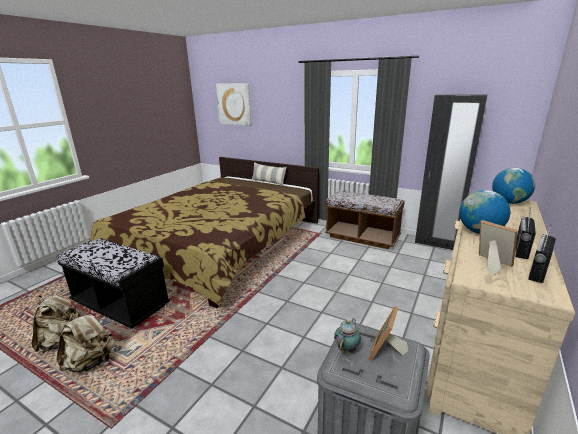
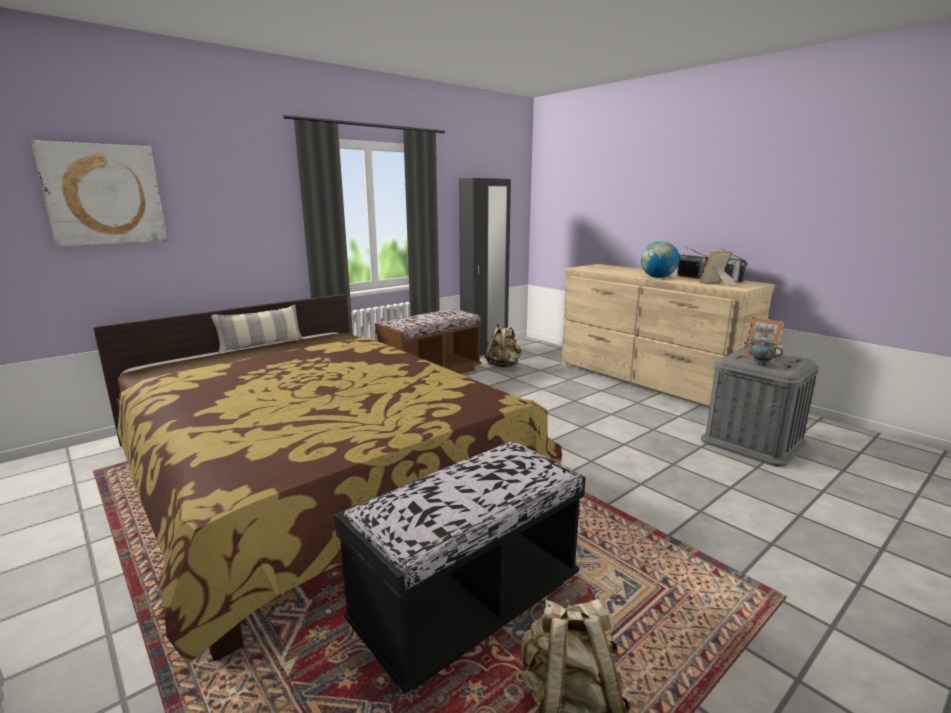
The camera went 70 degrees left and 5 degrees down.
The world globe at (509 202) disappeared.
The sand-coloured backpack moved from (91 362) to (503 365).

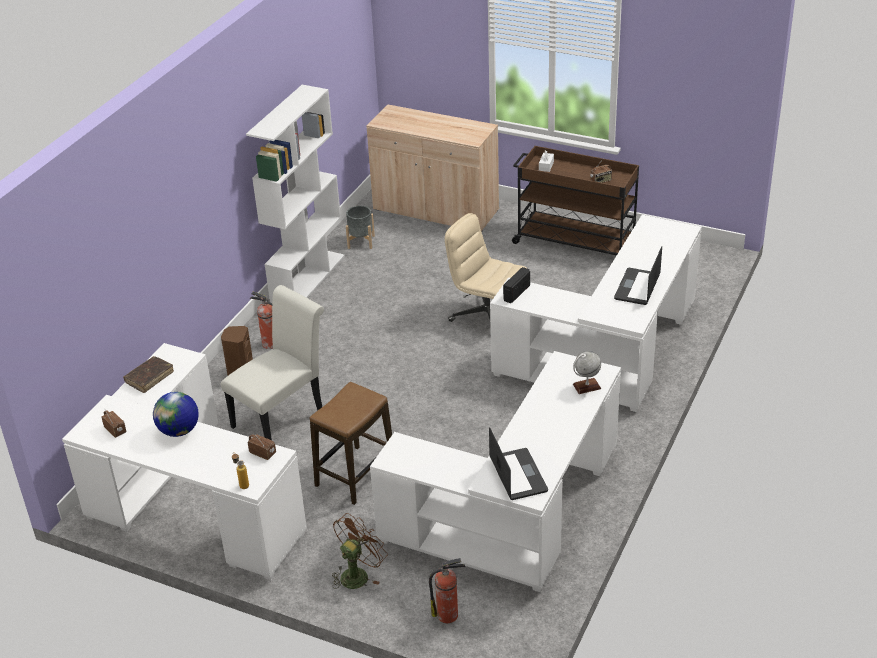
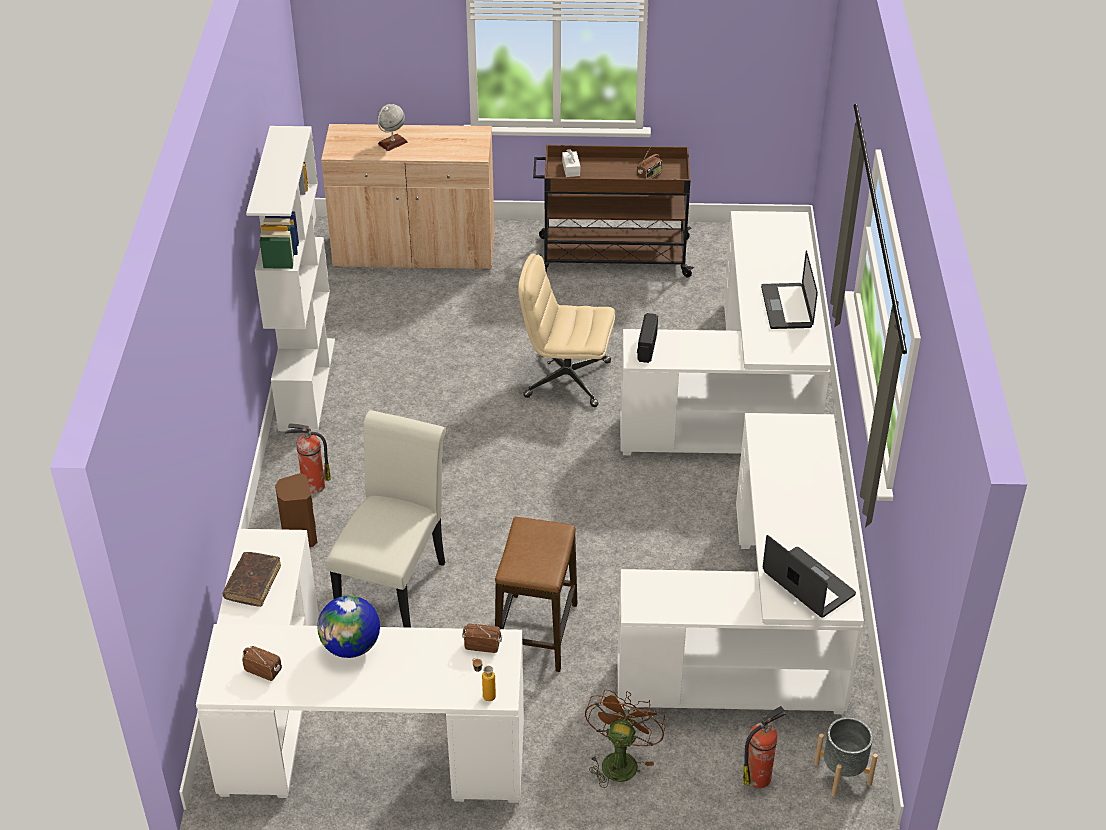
The camera went 25 degrees left and 5 degrees up.
The grey planter moved from (361 242) to (843 773).
The world globe moved from (587 386) to (392 143).

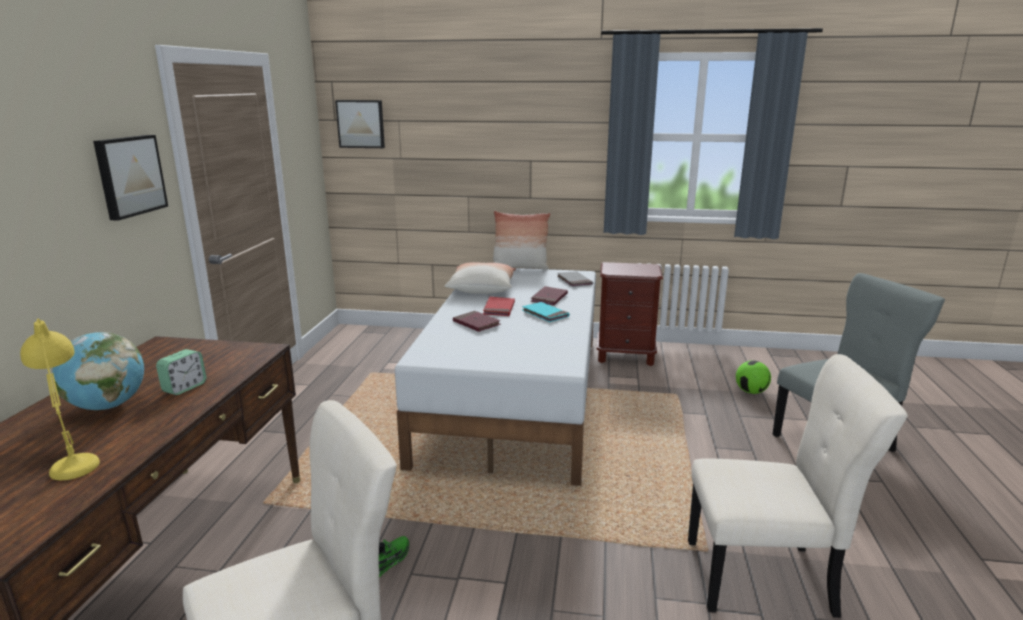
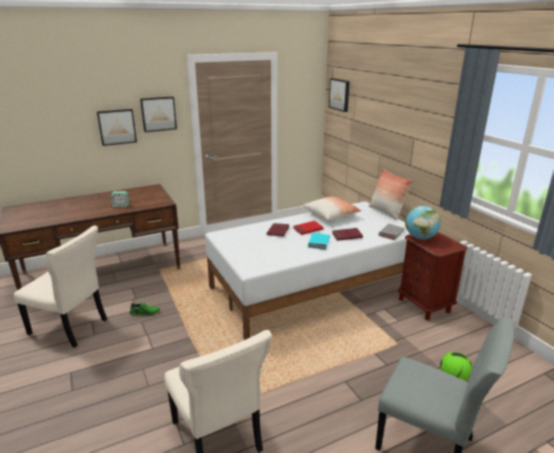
The camera went 55 degrees right and 5 degrees up.
The yellow table lamp at (75 459) disappeared.
The wall art at (117 126) appeared.
The world globe moved from (107 406) to (420 237).

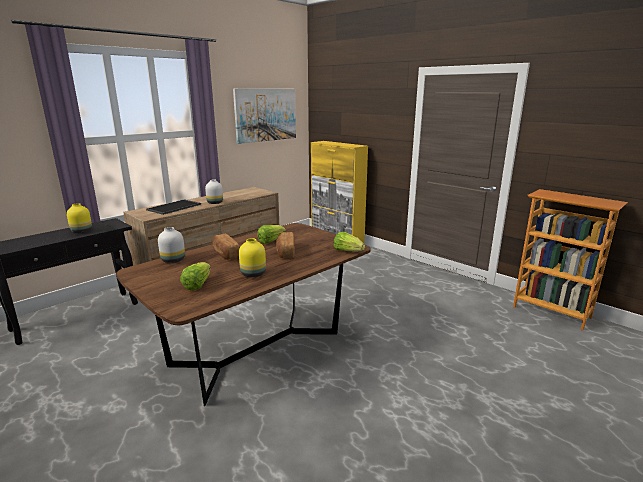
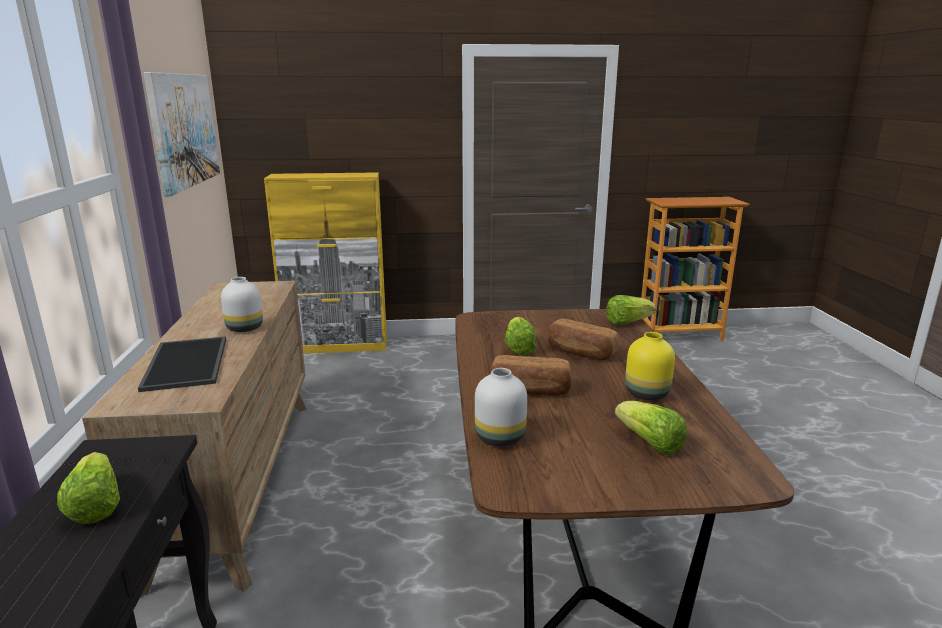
The camera went 50 degrees left and 0 degrees up.
The yellow vase at (81 231) was replaced by the lettuce at (96 506).

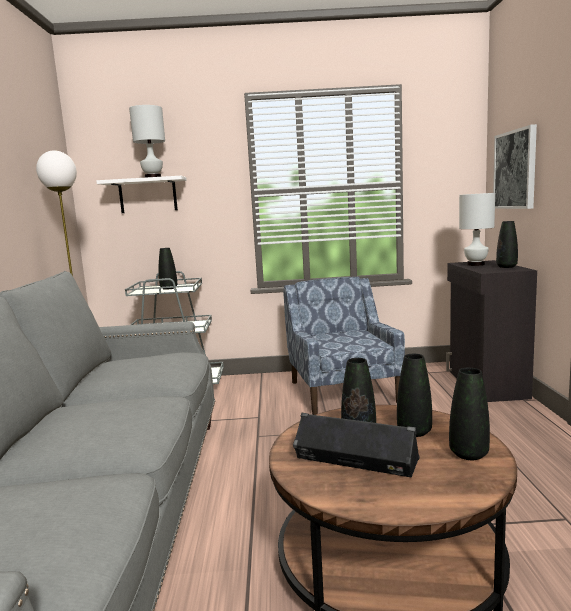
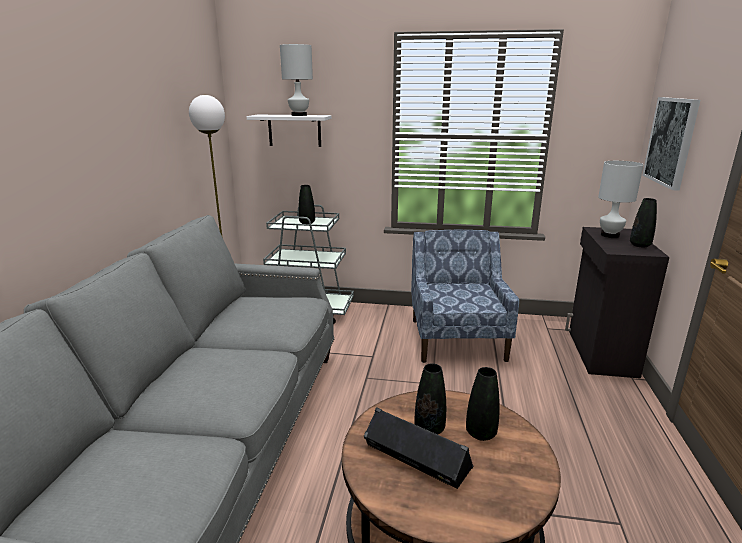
The camera went 10 degrees right and 10 degrees up.
The black vase at (468 454) disappeared.

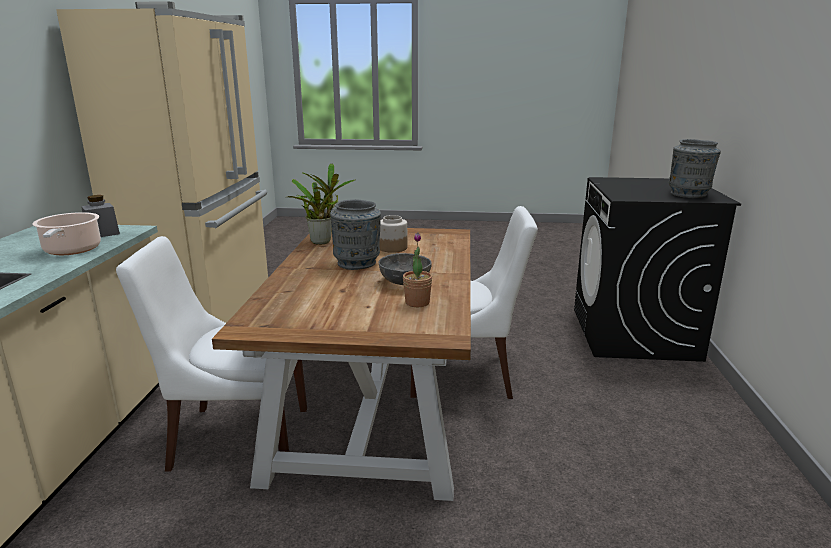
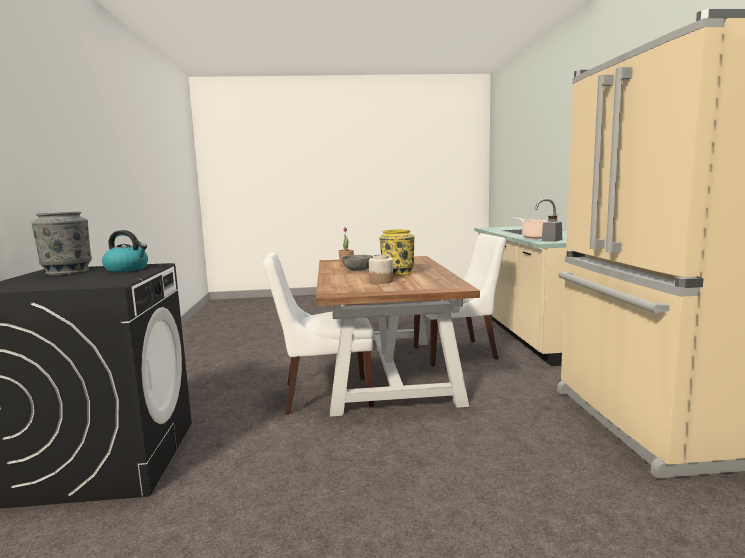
The camera went 170 degrees right and 10 degrees down.
The houseplant at (323 241) disappeared.
The kettle at (127 269) appeared.
The grey vase at (357 263) became the yellow vase at (397 273).

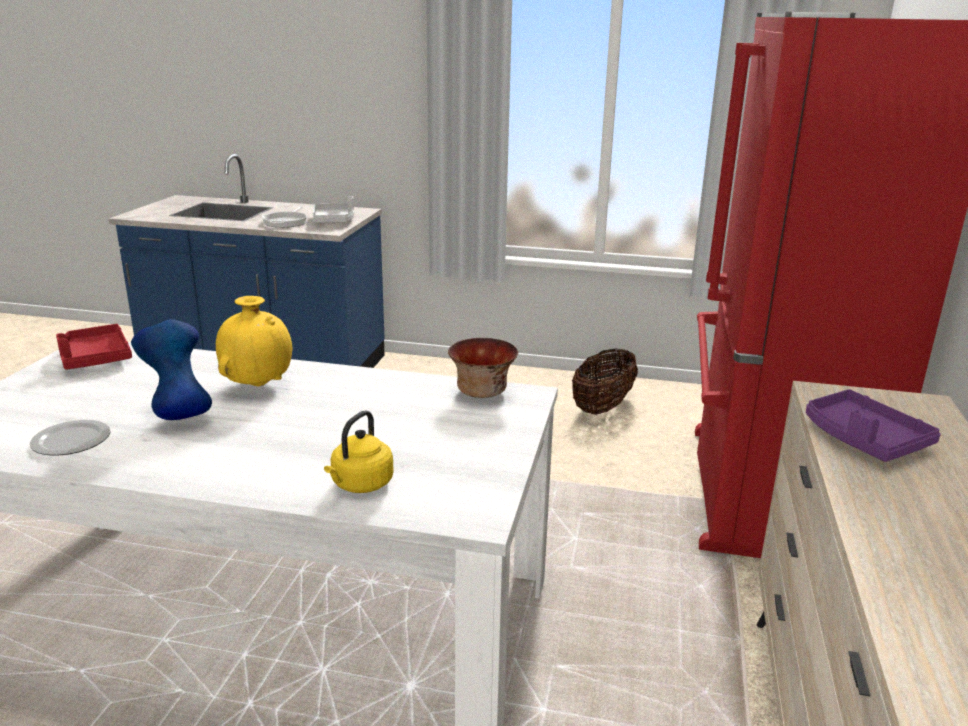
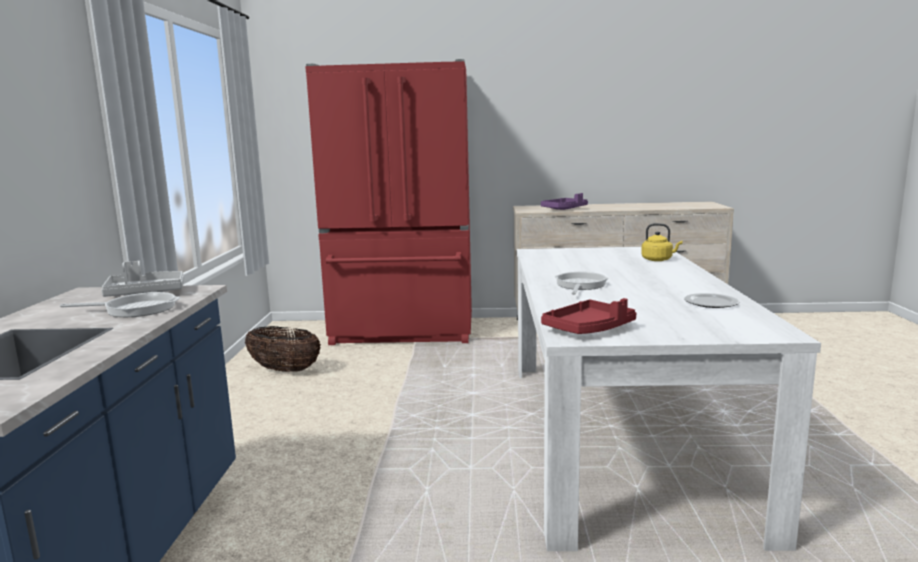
The camera went 100 degrees left and 10 degrees down.
The blue vase at (178 414) disappeared.
The serving bowl at (482 392) disappeared.
The yellow vase at (258 385) was replaced by the frying pan at (580 285).

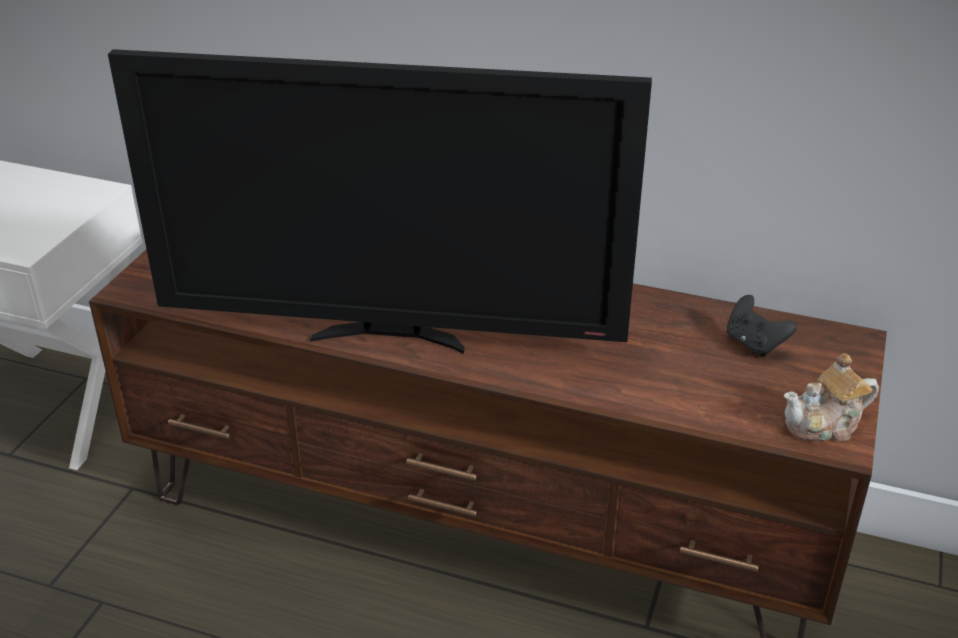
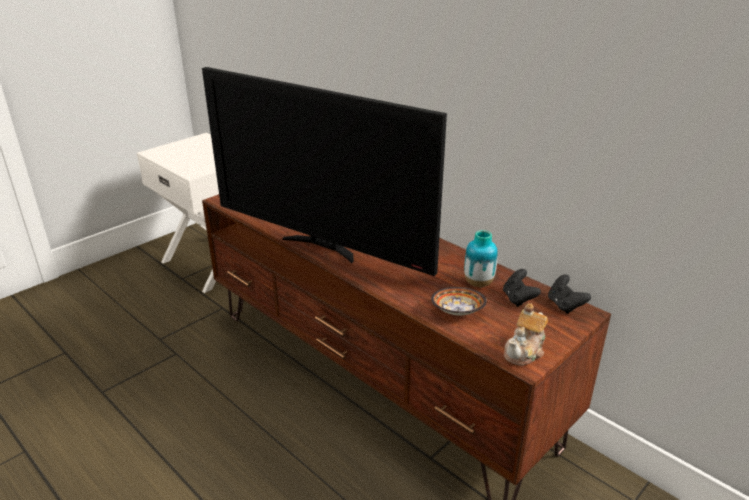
The camera went 25 degrees right and 5 degrees down.
The serving bowl at (458 312) appeared.
The vase at (478 283) appeared.
The black joypad at (564 305) appeared.
The tea pot at (825 425) turned 60 degrees counterclockwise.

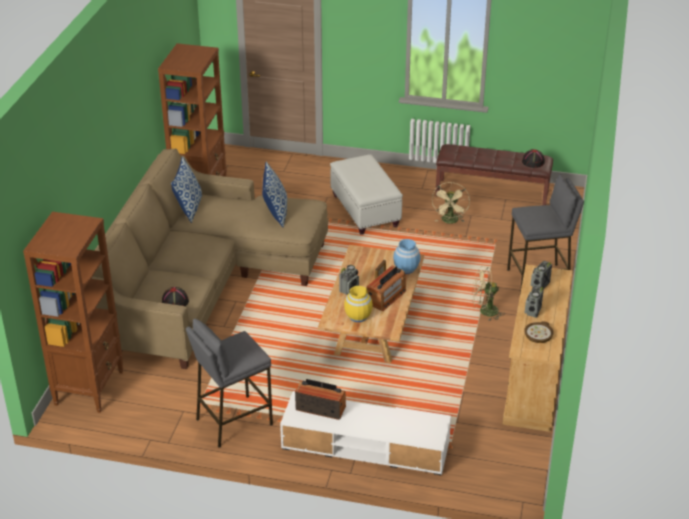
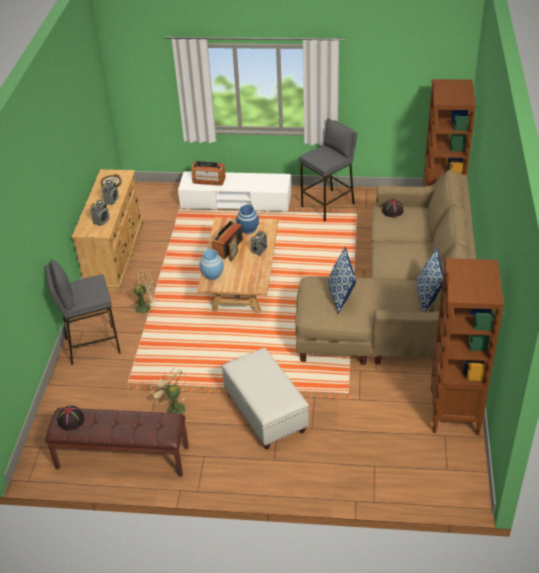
The camera went 175 degrees right and 5 degrees up.
The radio set moved from (320 408) to (208 180).
The yellow vase at (358 316) became the blue vase at (248 229).
The sand-coloured fan at (450 221) turned 45 degrees counterclockwise.

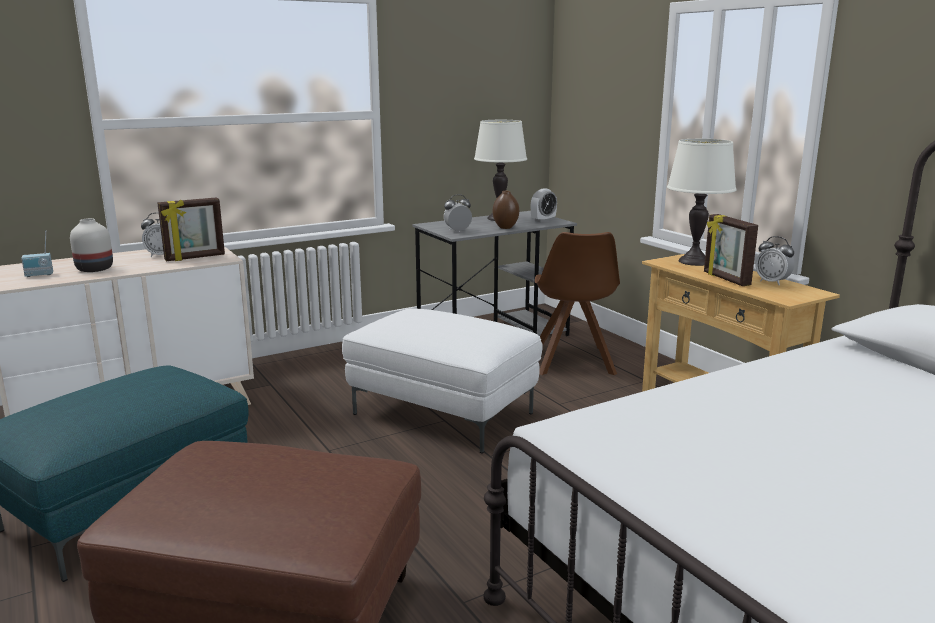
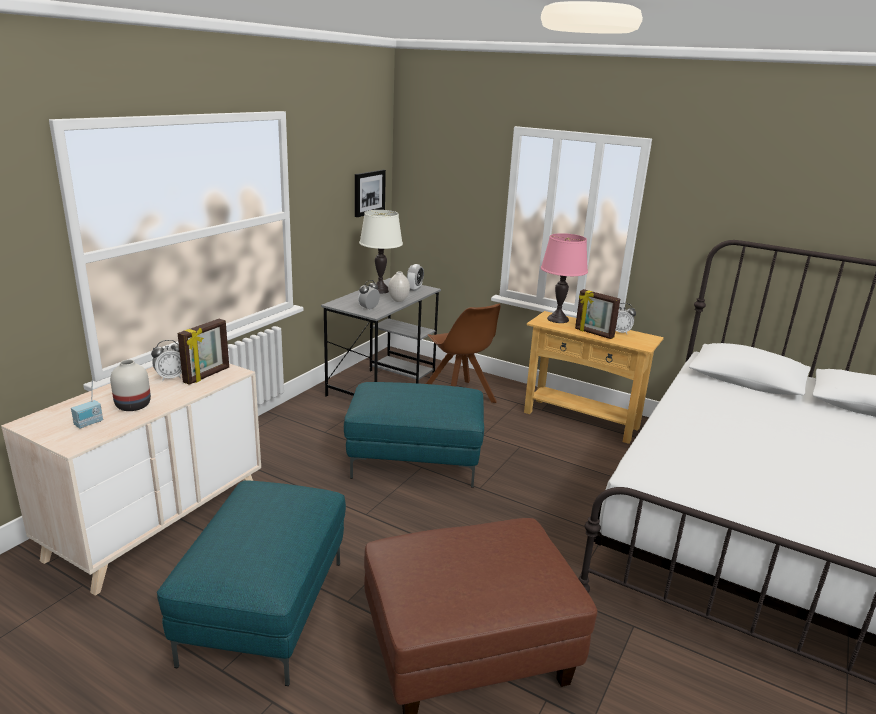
The camera went 30 degrees left and 5 degrees up.
The wall art at (369 192) appeared.
The white footrest at (441 414) became the blue-green footrest at (414 462).
The brown-coloured vase at (505 227) became the white vase at (398 300).
The white table lamp at (694 261) became the pinkish table lamp at (558 319).

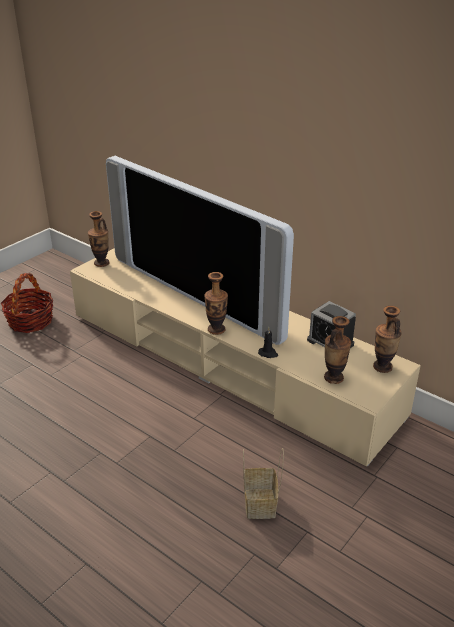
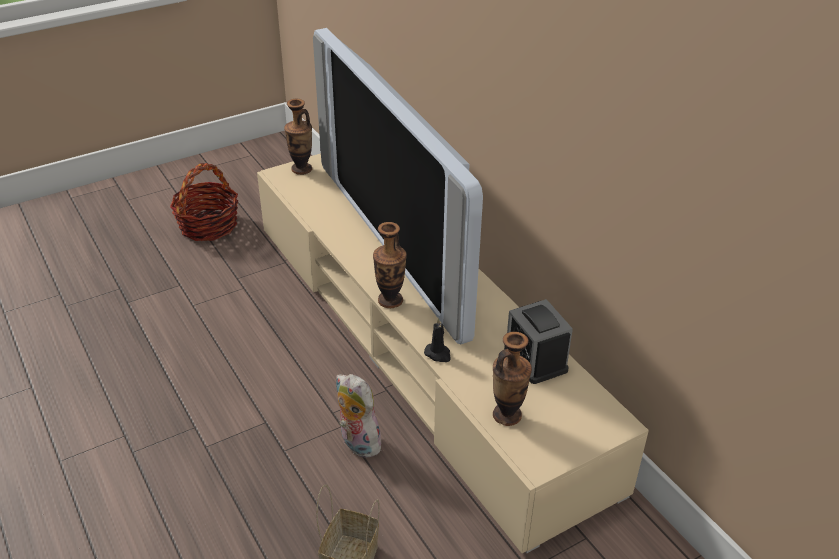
The camera went 20 degrees right and 5 degrees up.
The vase at (382 367) disappeared.
The cuddly toy at (357 443) appeared.

